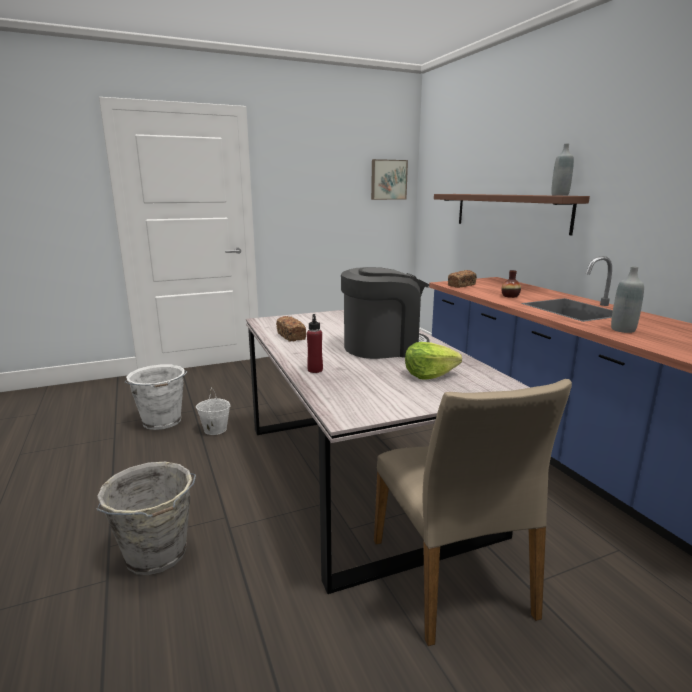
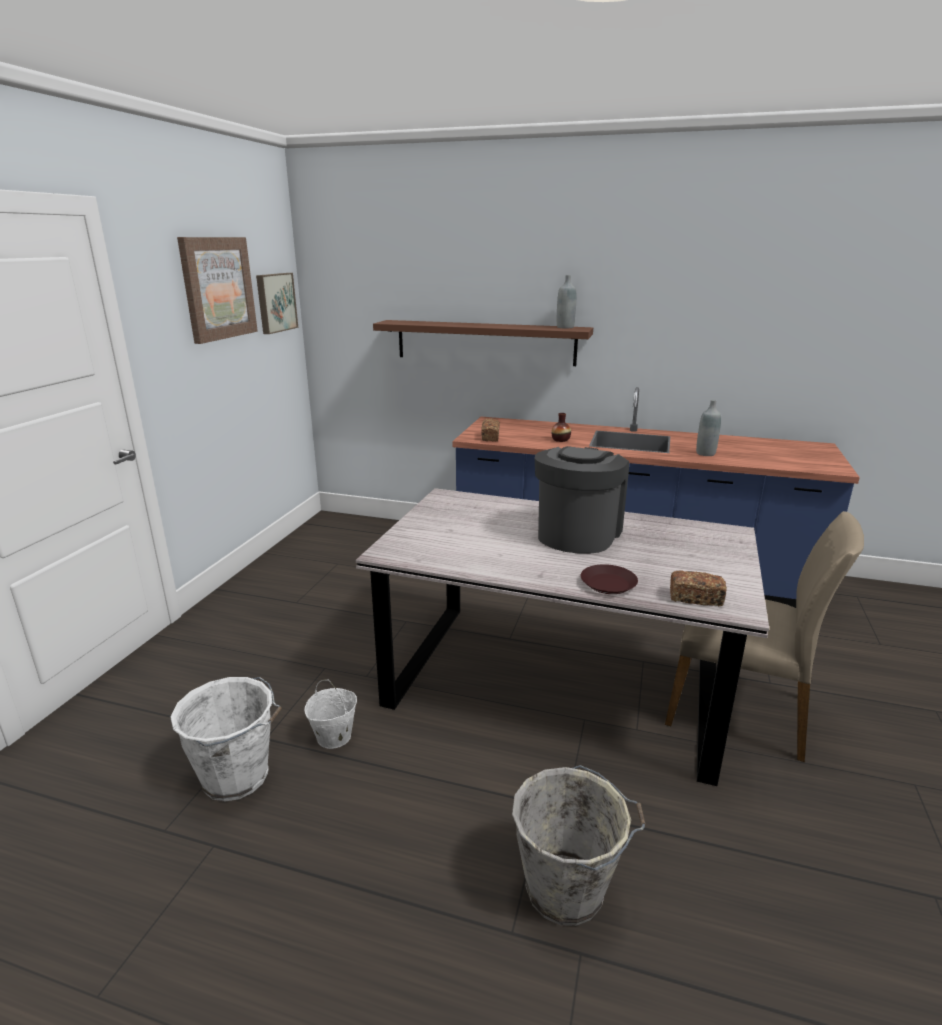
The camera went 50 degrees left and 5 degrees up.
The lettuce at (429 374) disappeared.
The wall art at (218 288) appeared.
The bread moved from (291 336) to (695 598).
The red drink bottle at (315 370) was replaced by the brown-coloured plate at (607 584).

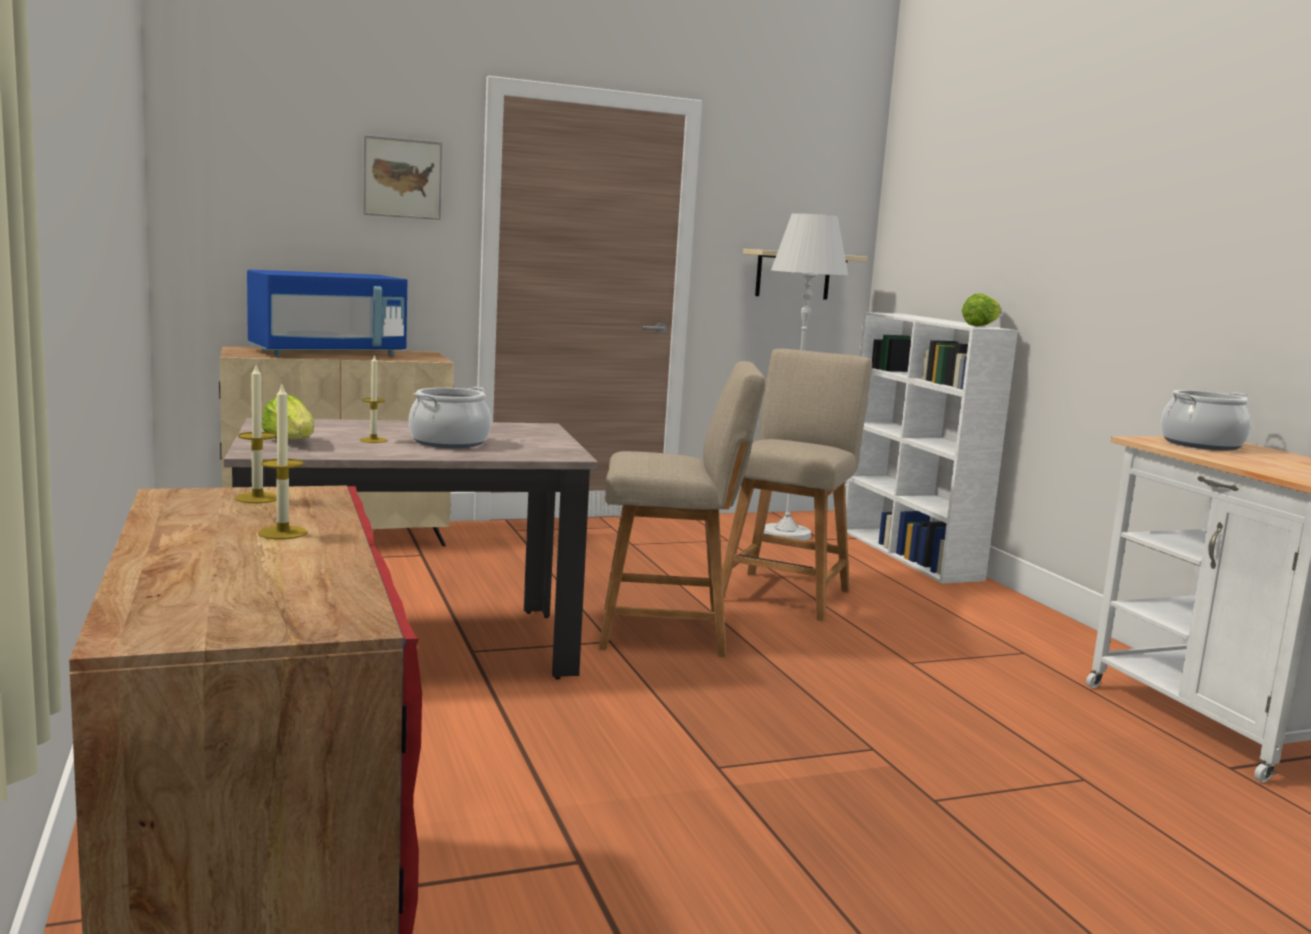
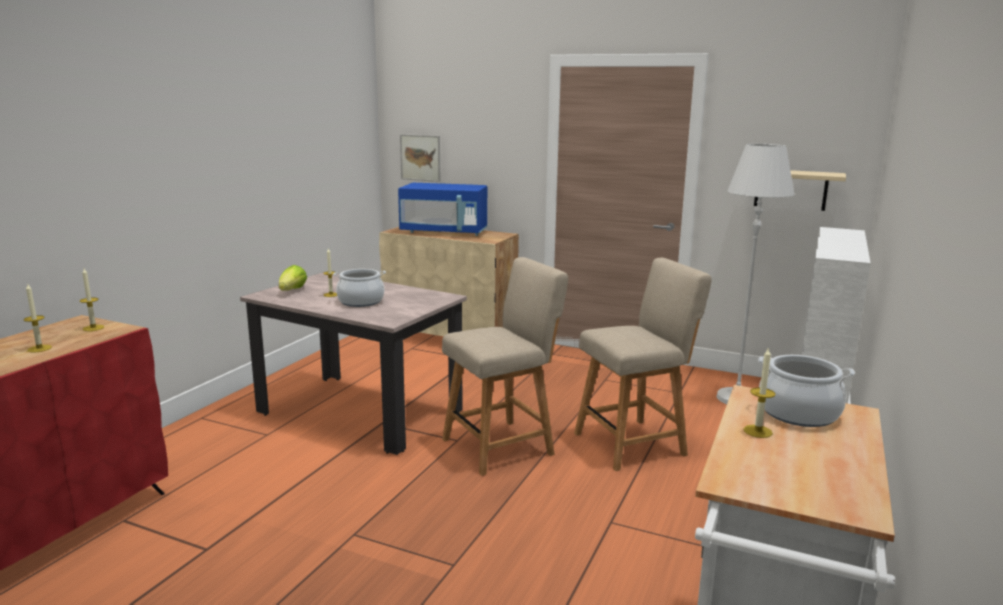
The camera went 45 degrees right and 5 degrees up.
The lettuce at (981 326) disappeared.
The wax candle at (757 431) appeared.
The wall art moved from (402 178) to (420 157).
The sand-coloured upright chair at (670 631) turned 75 degrees counterclockwise.

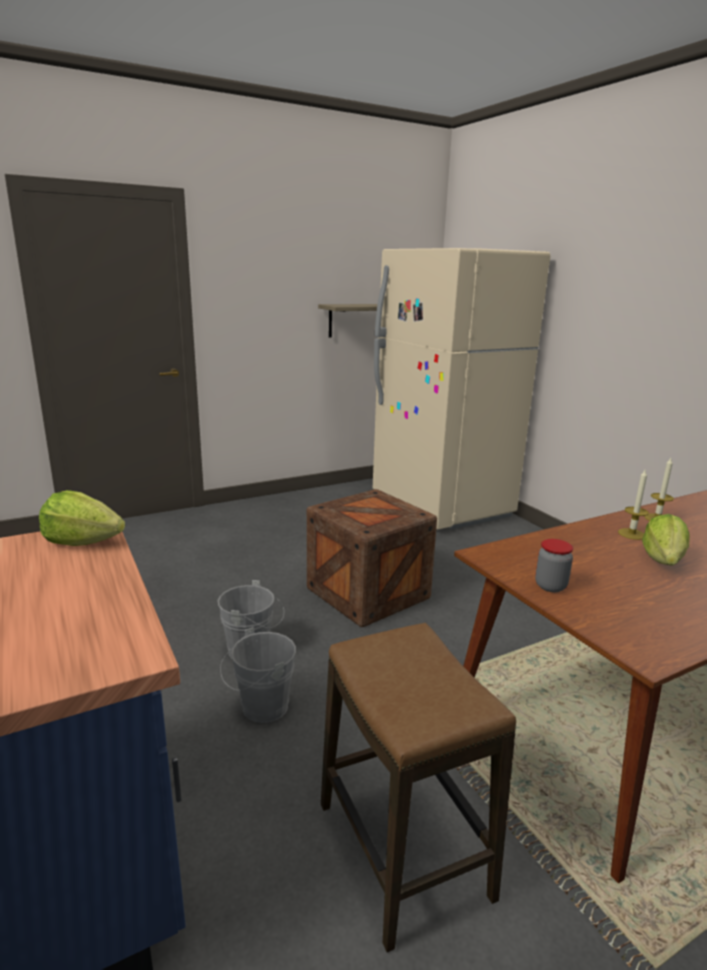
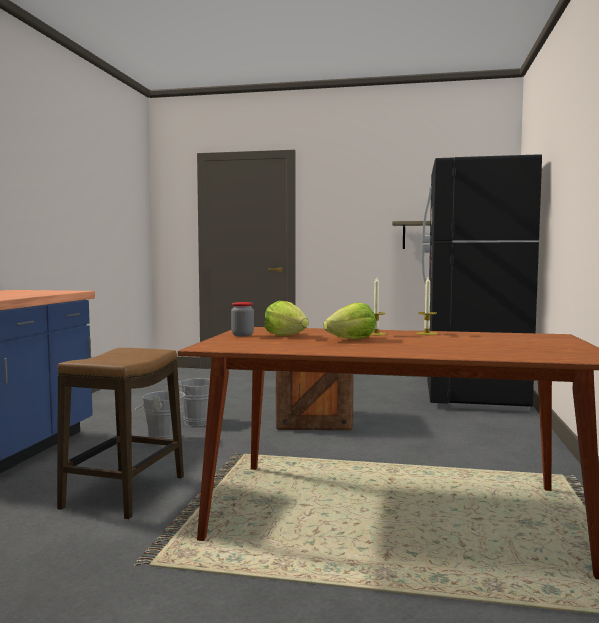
The camera went 40 degrees right and 15 degrees down.
The lettuce moved from (83 542) to (286 335).
The sand-coloured fridge at (441 506) became the black fridge at (474 397).

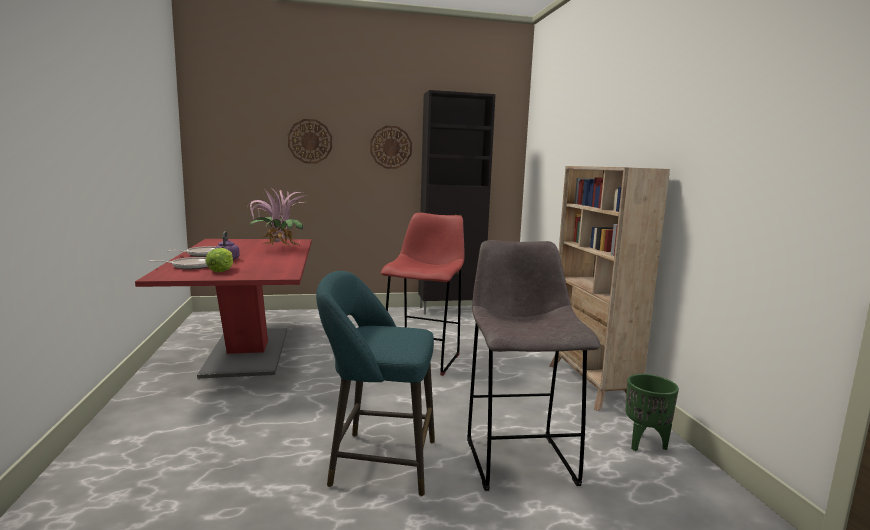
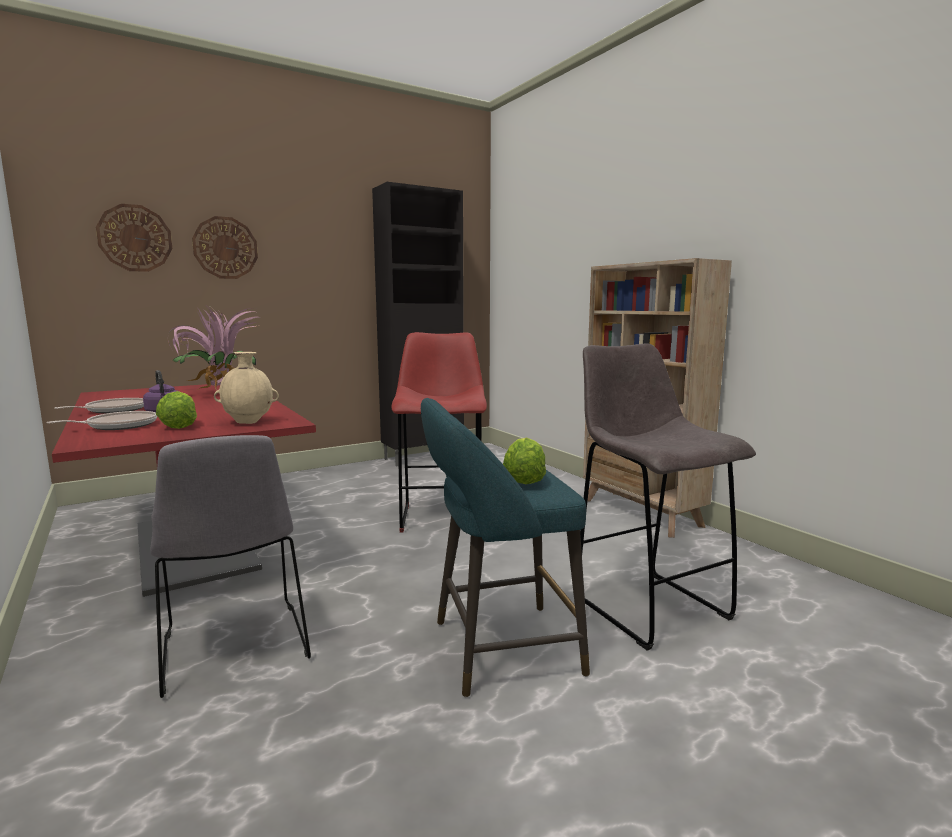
The camera went 20 degrees left and 0 degrees up.
The greenish planter at (645 444) disappeared.
The grey upright chair at (235 649) appeared.
The sand-coloured vase at (249 422) appeared.
The lettuce at (524 479) appeared.
The hanging clock moved from (391 147) to (135 238).

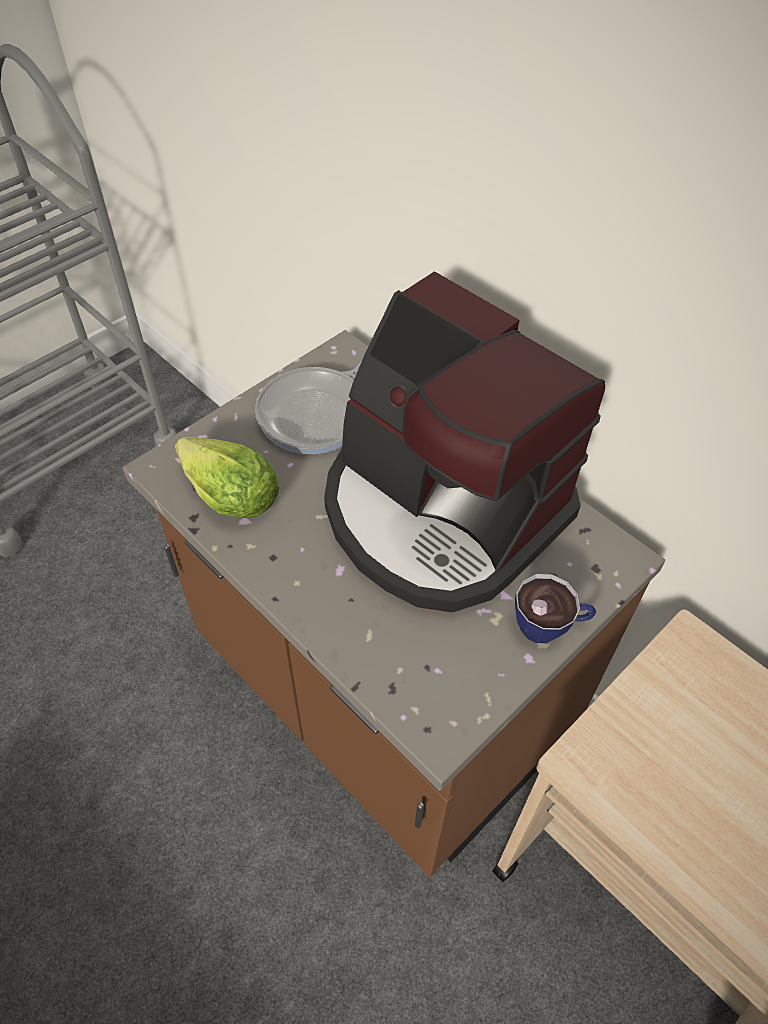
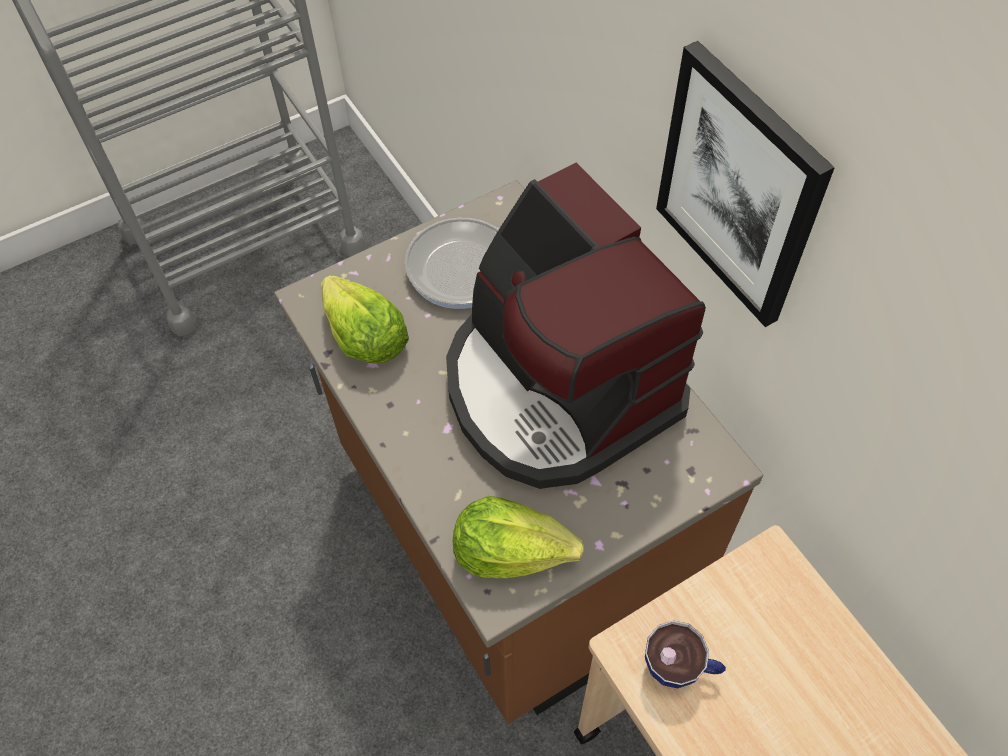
The camera went 15 degrees right and 5 degrees up.
The lettuce at (511 551) appeared.
The wall art at (739 187) appeared.
The small cup moved from (549 626) to (680 668).

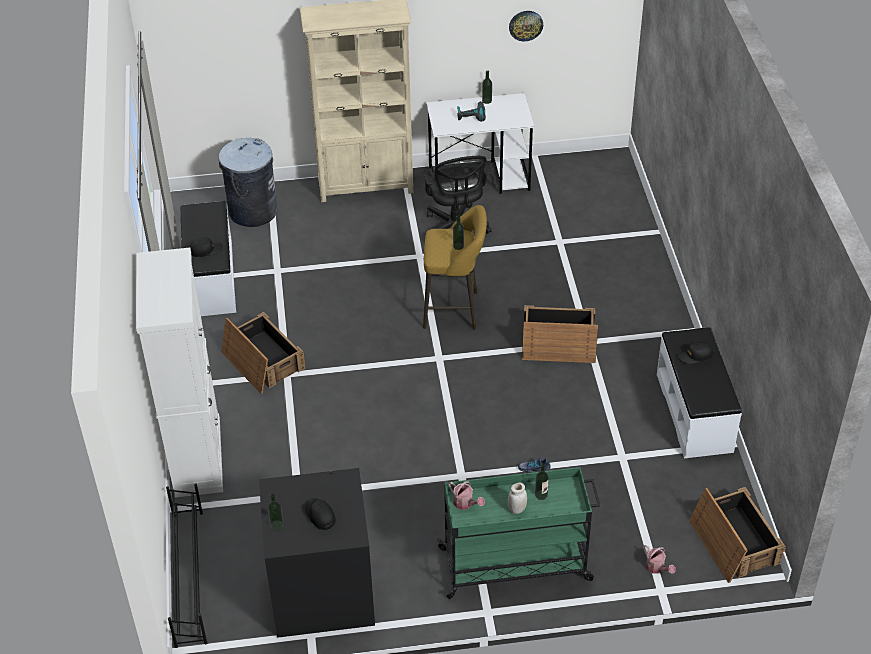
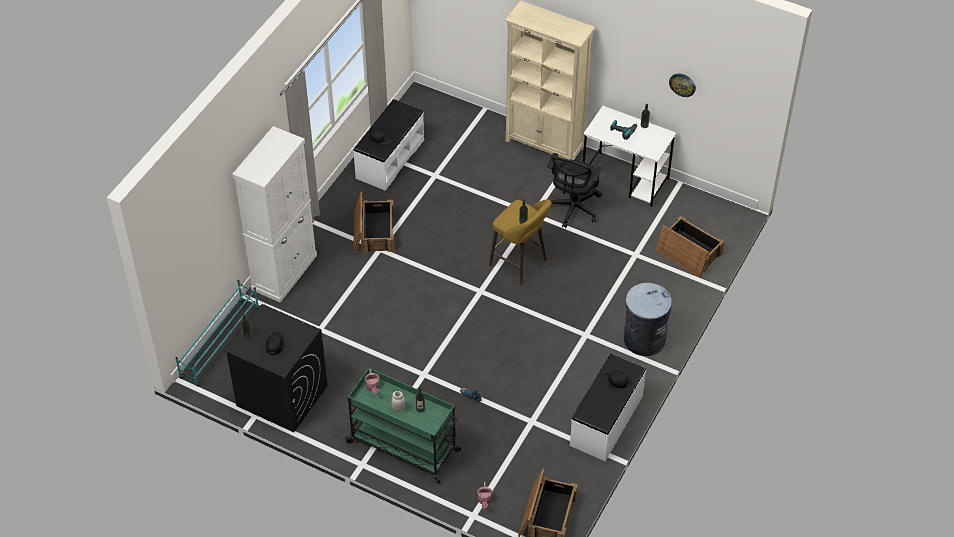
The camera went 35 degrees right and 5 degrees up.
The grey waste bin moved from (252 211) to (644 339).
The crate moved from (558 343) to (688 252).
The black shoe shelf at (189 576) became the blue-green shoe shelf at (220 342).

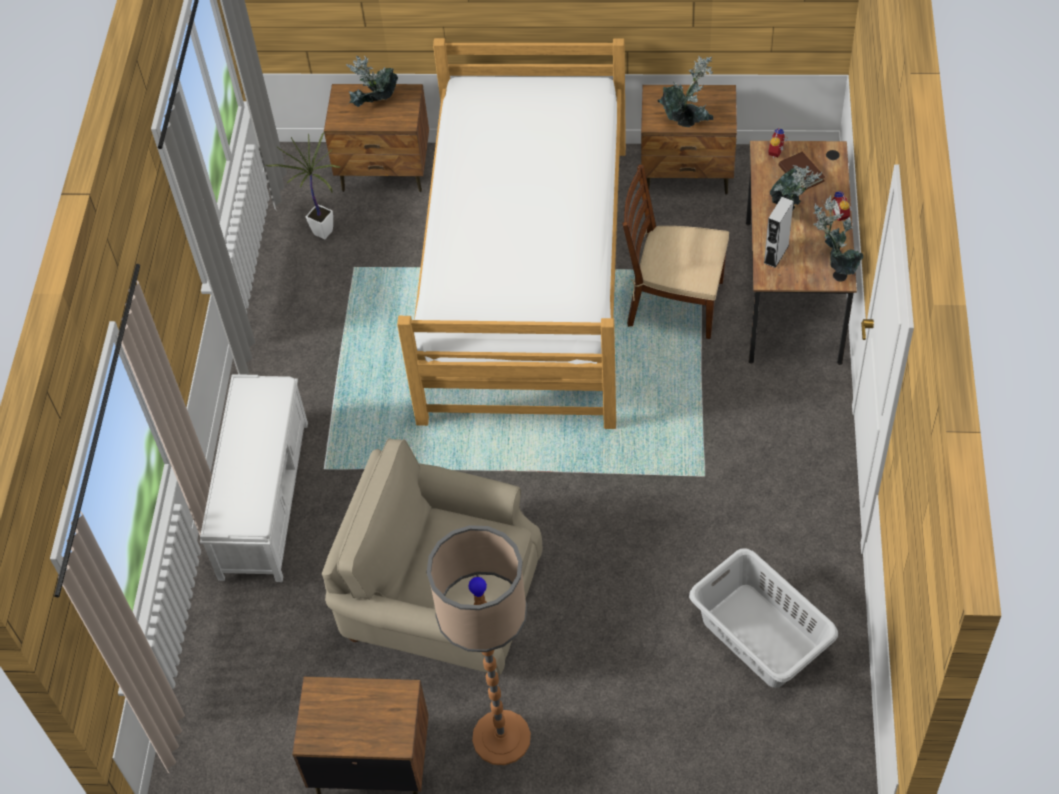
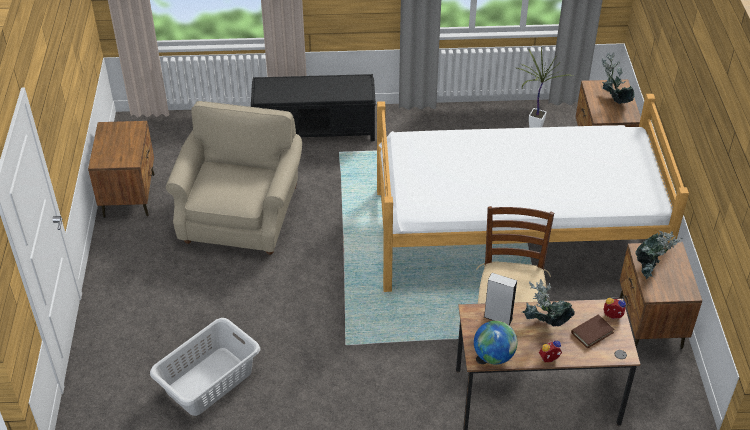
The camera went 80 degrees right and 10 degrees down.
The standard lamp at (501 738) disappeared.
The houseplant at (835 264) was replaced by the world globe at (493 356).
The white long seat at (264 498) became the black long seat at (316 129).

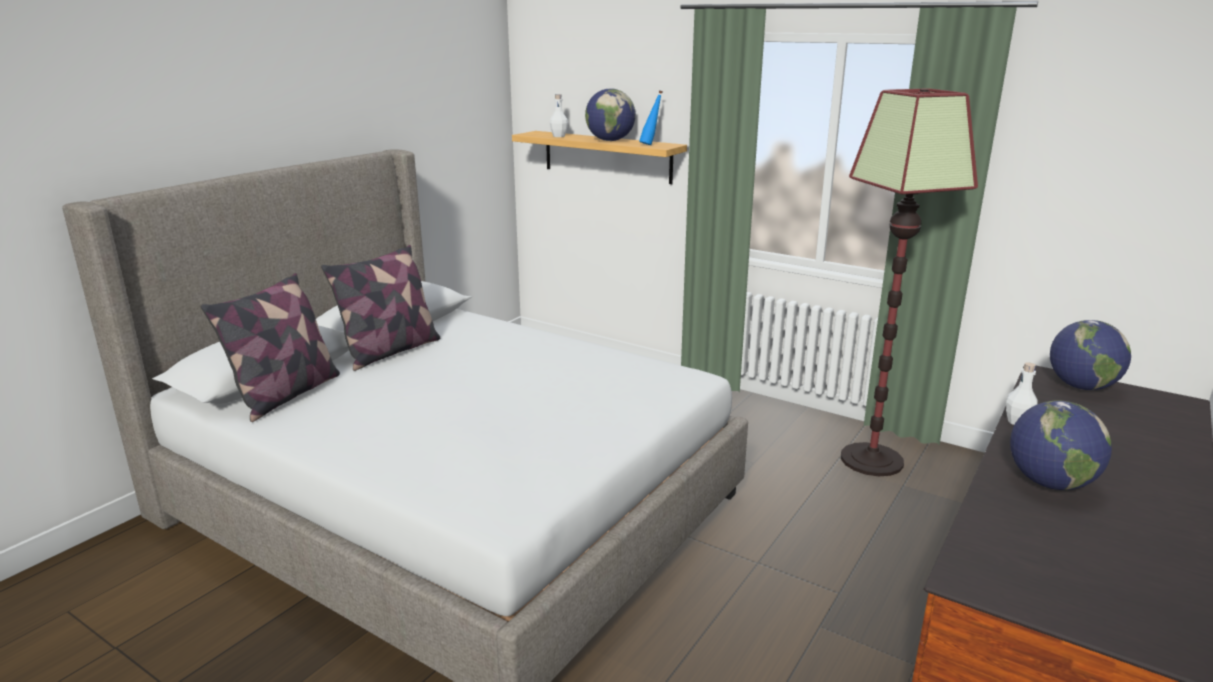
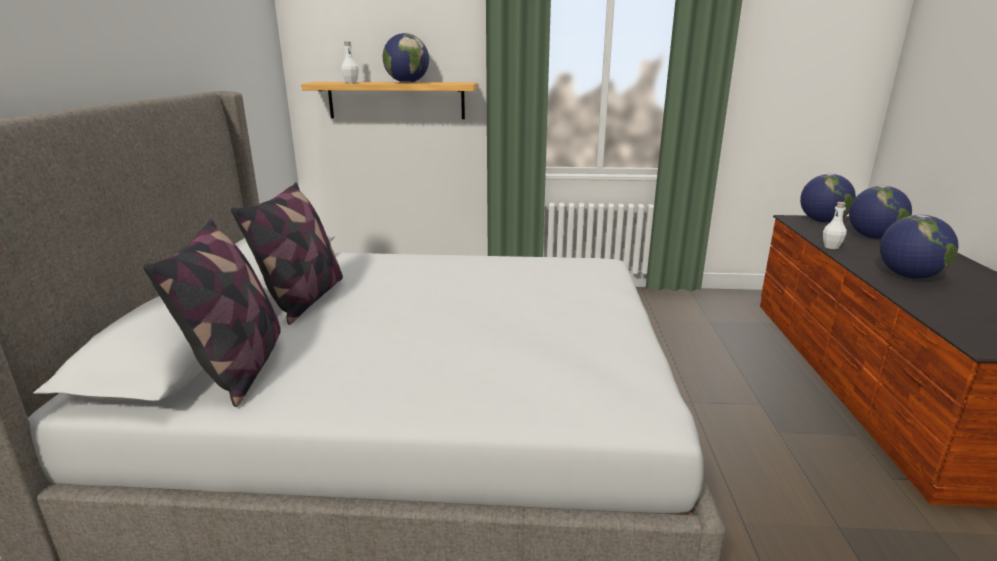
The camera went 30 degrees left and 0 degrees up.
The blue drink bottle at (650 144) disappeared.
The standard lamp at (872 460) disappeared.
The world globe at (873 237) appeared.

